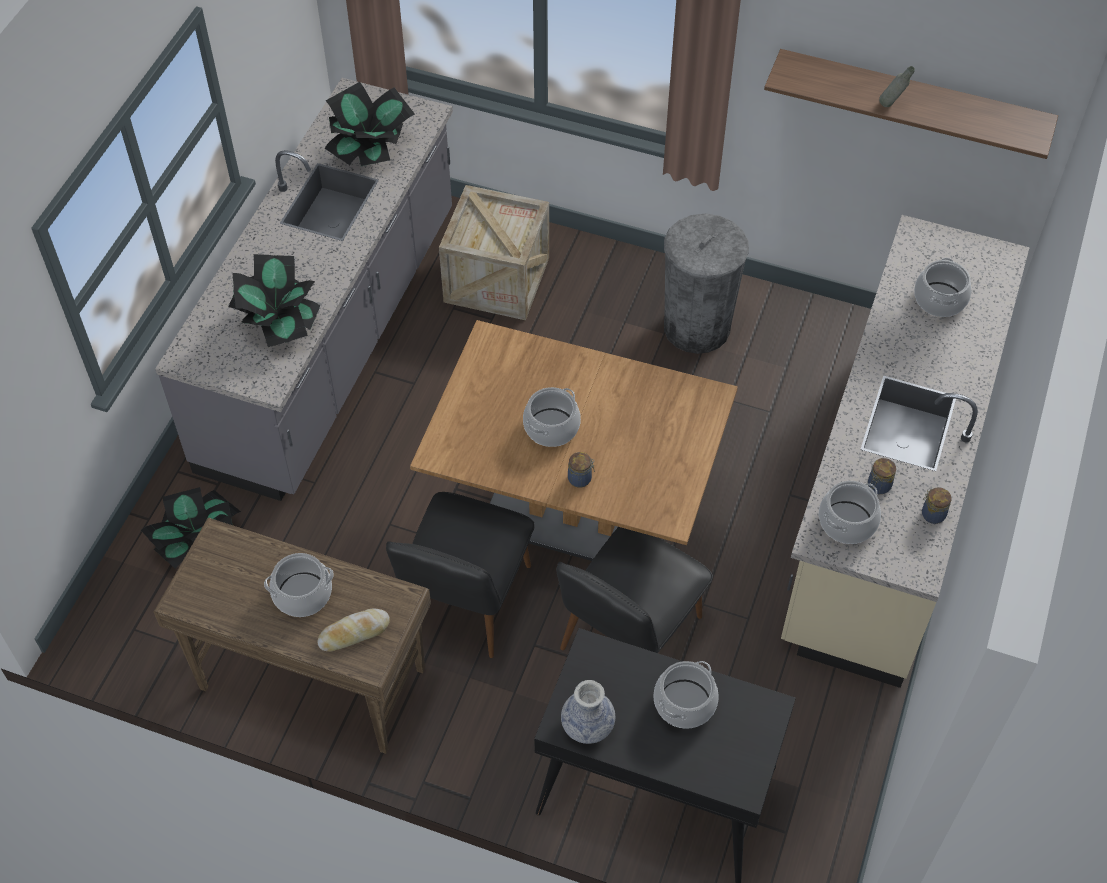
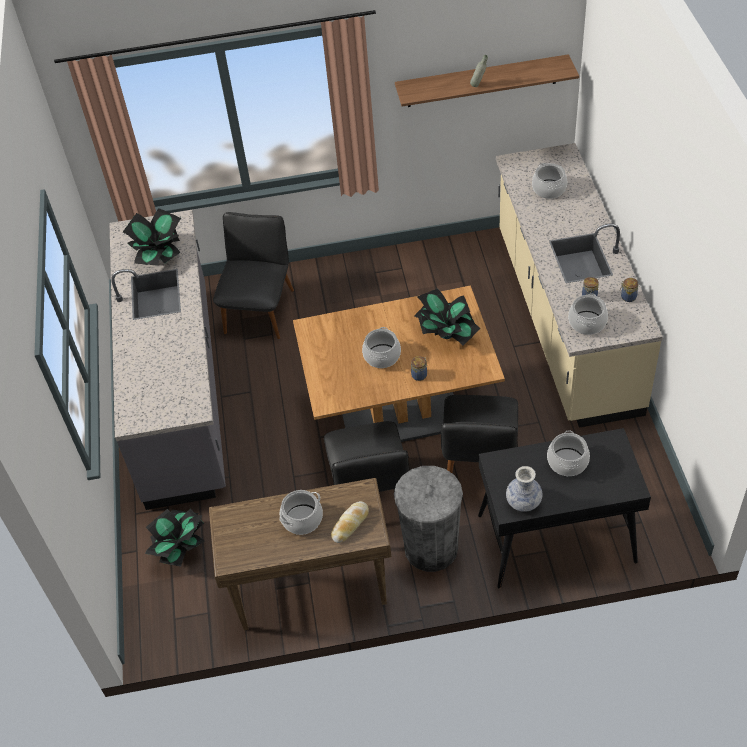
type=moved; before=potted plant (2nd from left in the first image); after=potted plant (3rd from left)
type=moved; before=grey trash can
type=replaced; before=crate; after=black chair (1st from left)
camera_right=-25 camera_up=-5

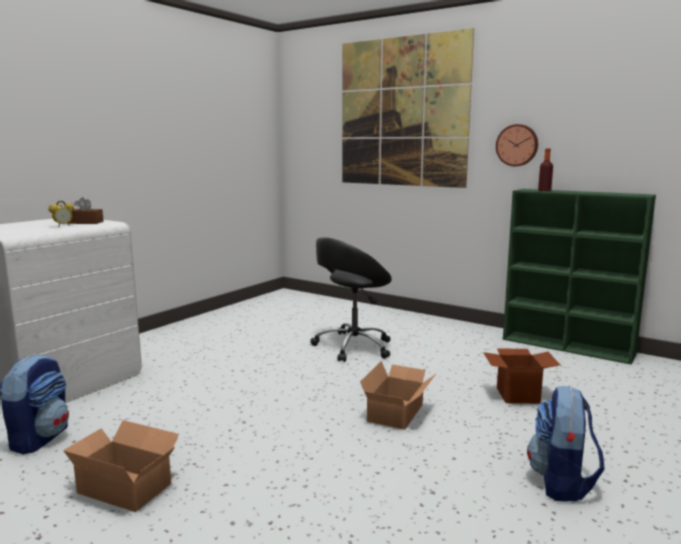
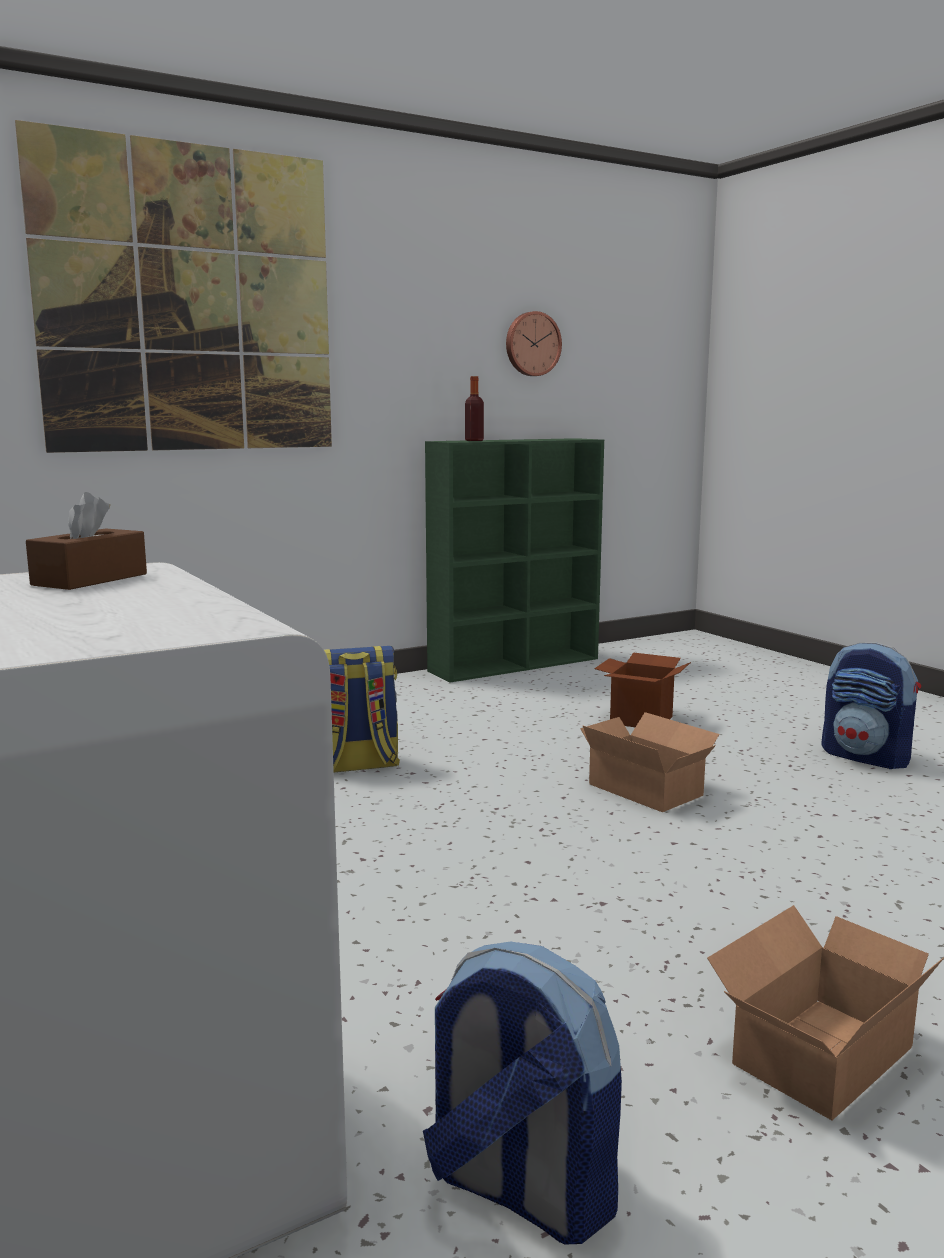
type=removed; before=alarm clock
type=moved; before=wall clock
type=replaced; before=black office chair; after=backpack (1st from left)
camera_right=-65 camera_up=0

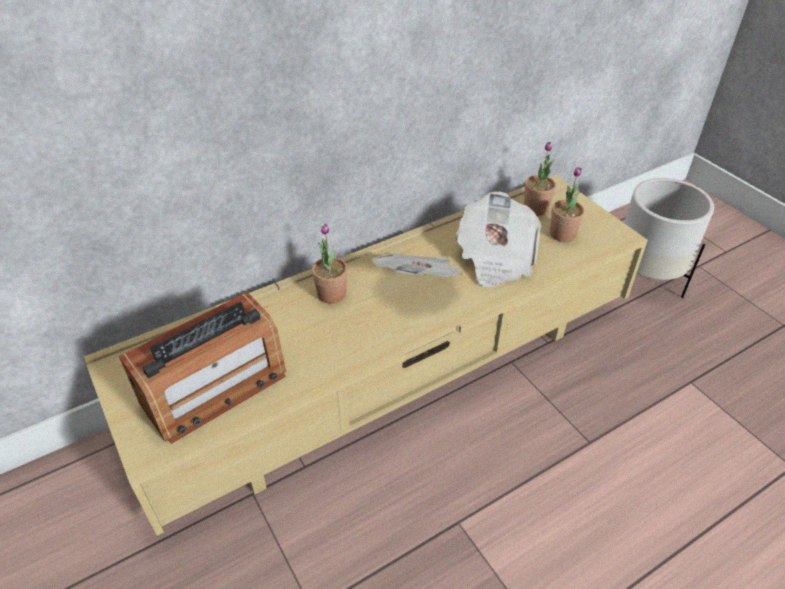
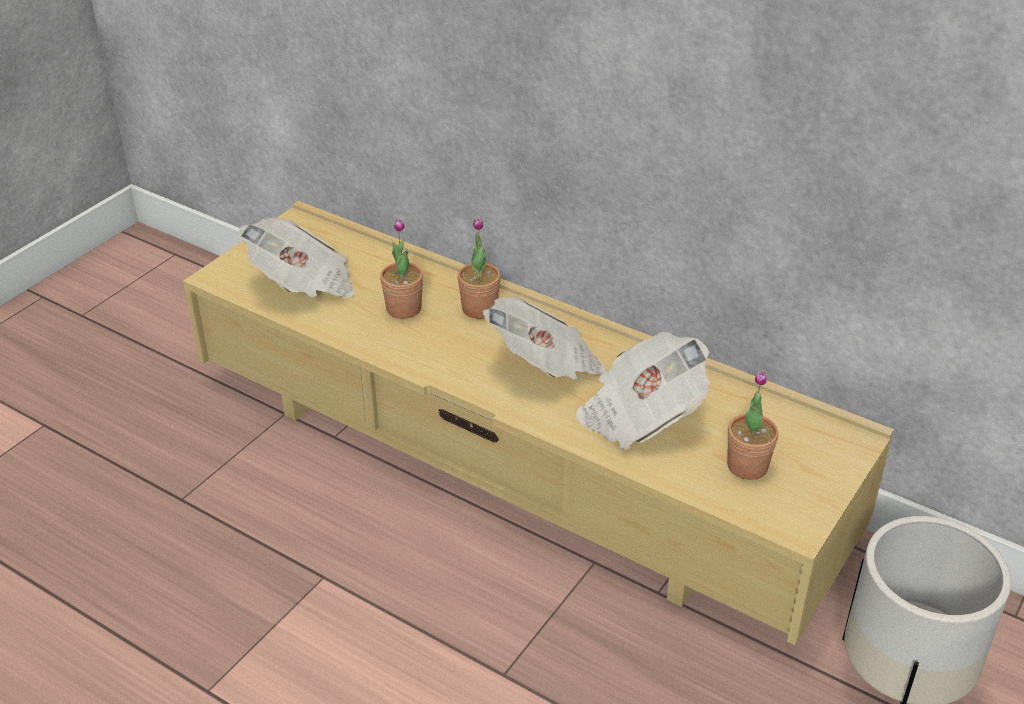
type=moved; before=potted plant (2nd from left in the first image); after=potted plant (1st from left)
type=replaced; before=radio; after=newspaper (1st from left)
camera_right=65 camera_up=-5

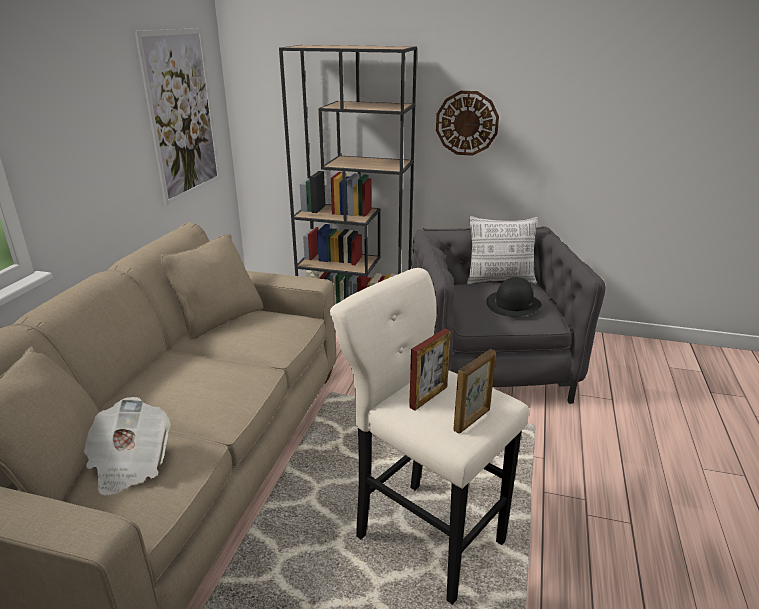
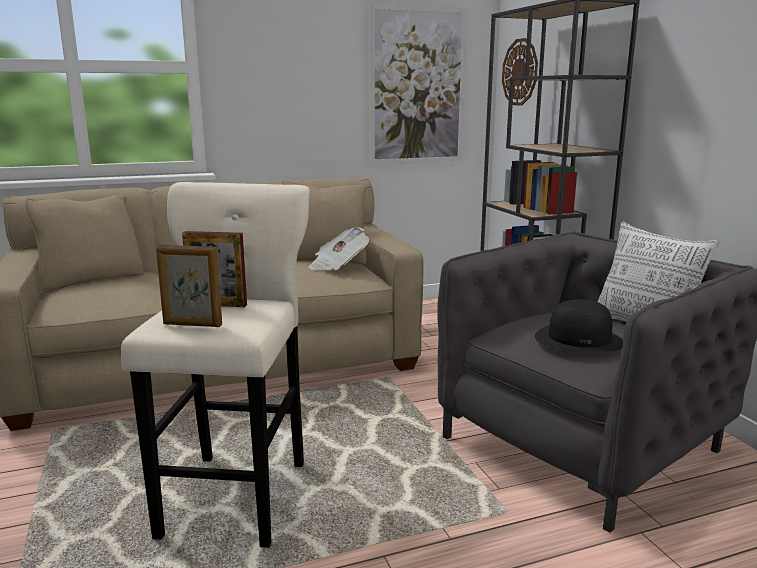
type=moved; before=newspaper
type=moved; before=wall clock
camera_right=55 camera_up=-10

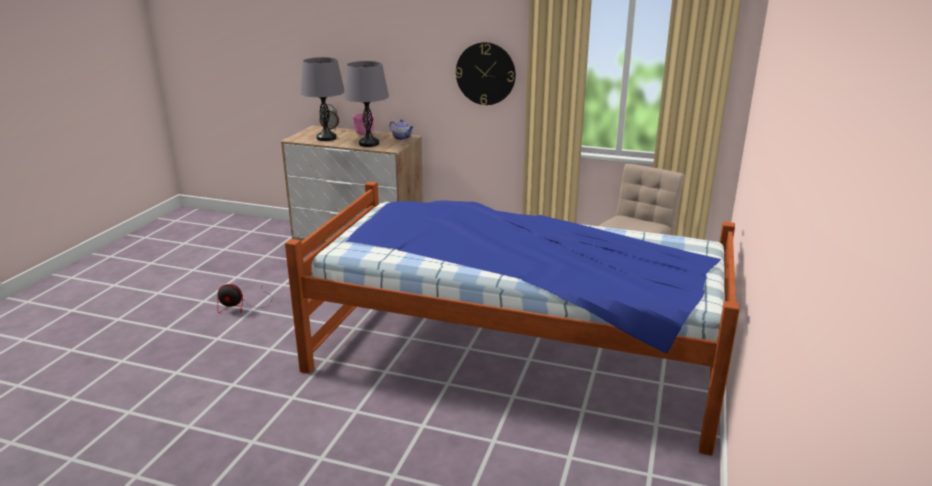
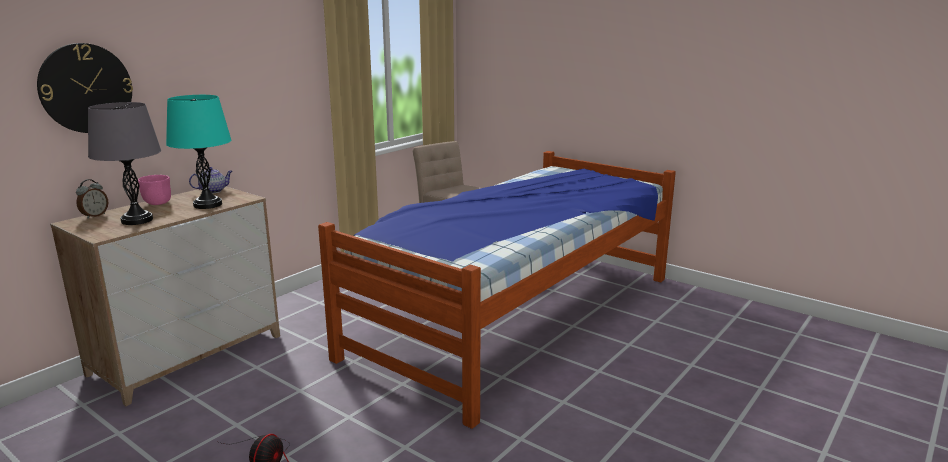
type=moved; before=wall clock
type=recoloured; before=grey table lamp (2nd from left); after=turquoise table lamp
camera_right=-70 camera_up=-5

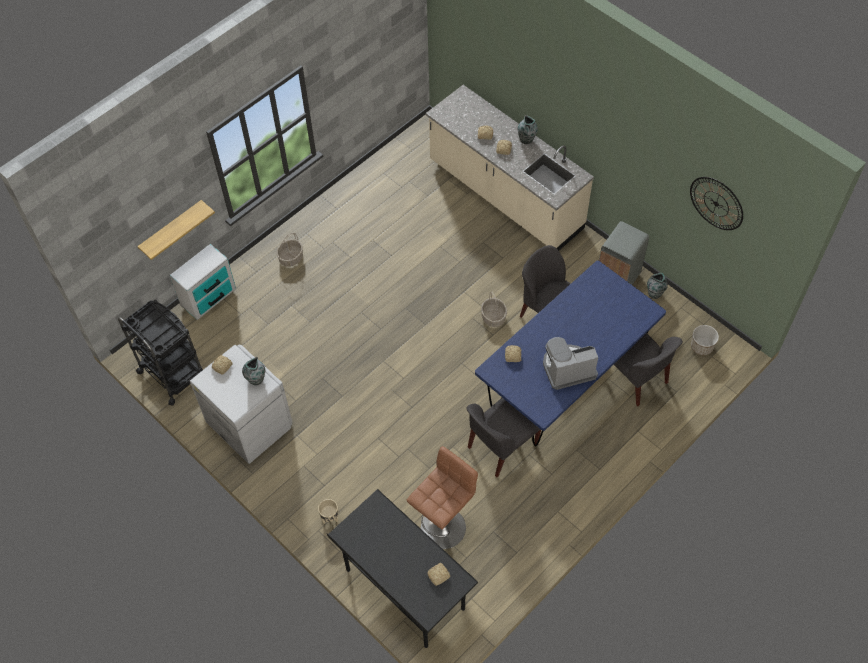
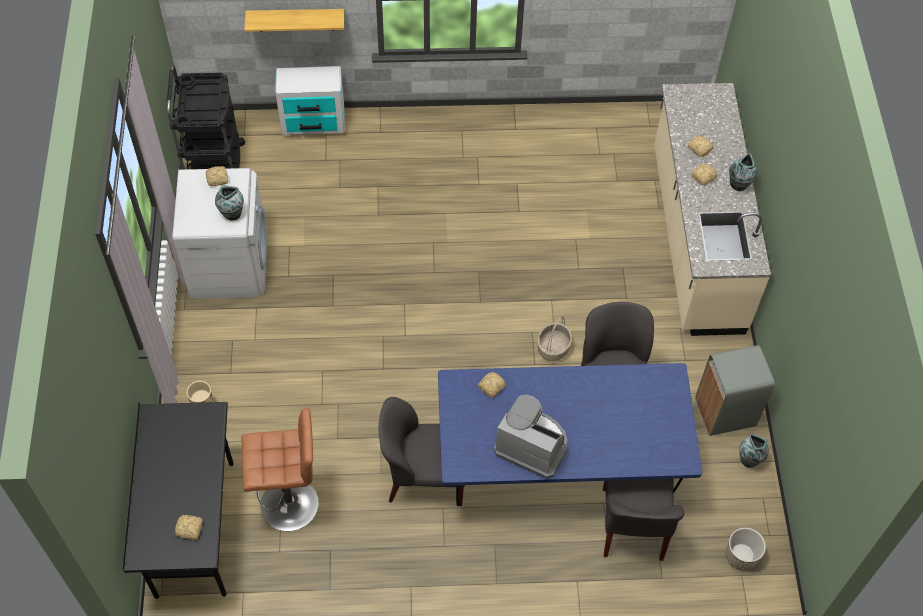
type=removed; before=basket (1st from left)
type=removed; before=wall clock
camera_right=40 camera_up=0

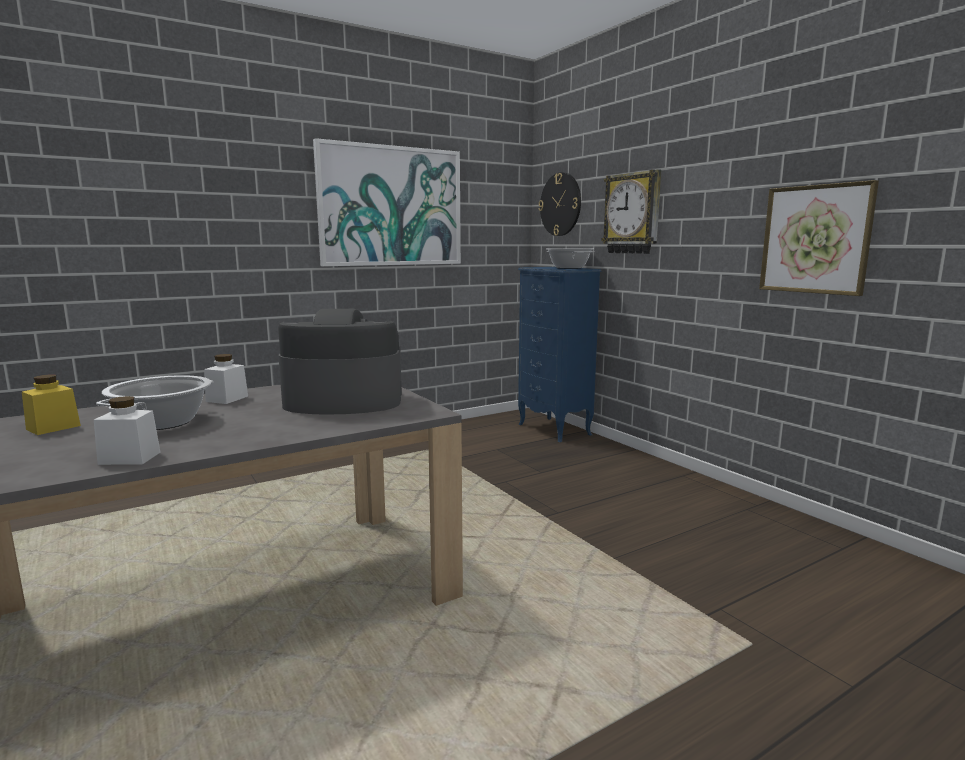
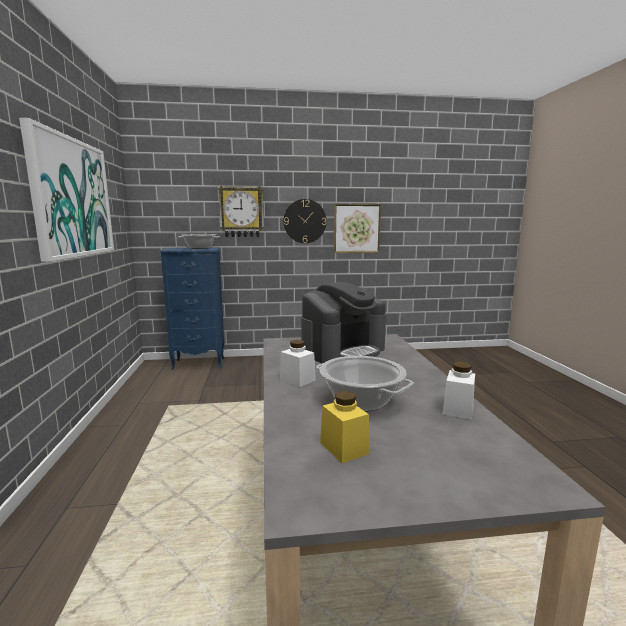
type=moved; before=wall clock (1st from left in the first image); after=wall clock (2nd from left)
type=turned; before=coffee machine; turn=-150
camera_right=-65 camera_up=0

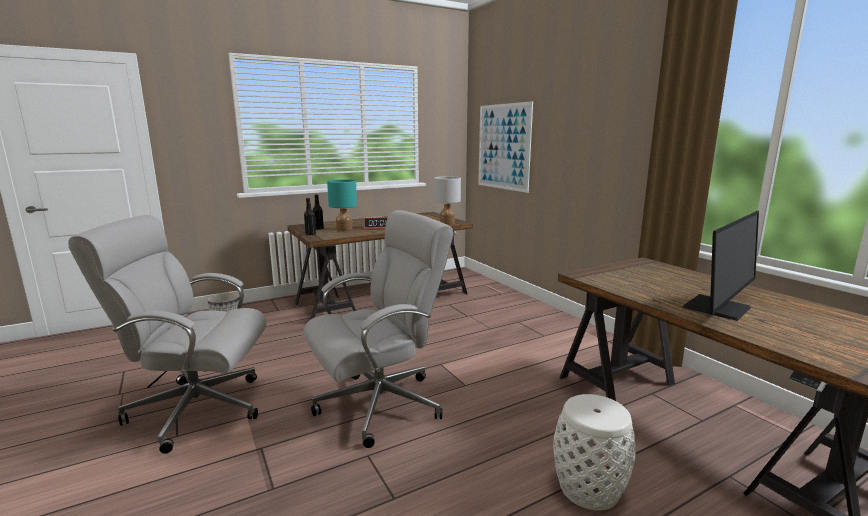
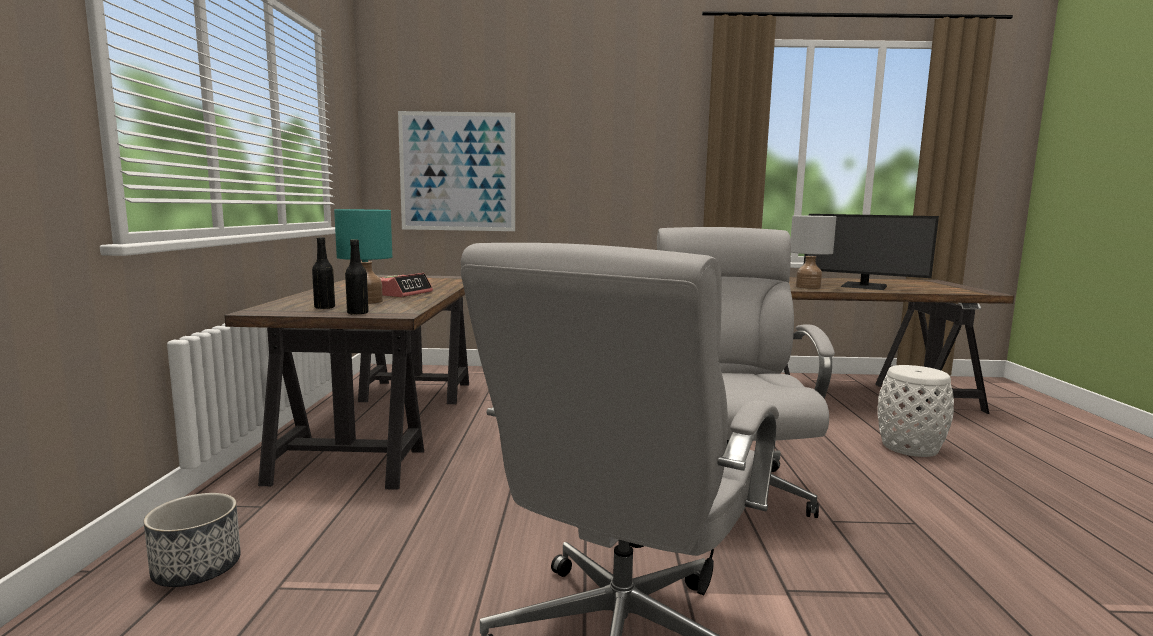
type=moved; before=grey table lamp
type=turned; before=monitor; turn=135
camera_right=-60 camera_up=-5

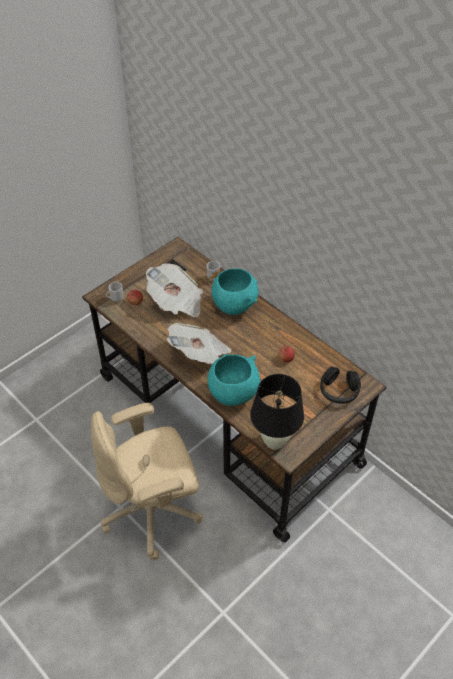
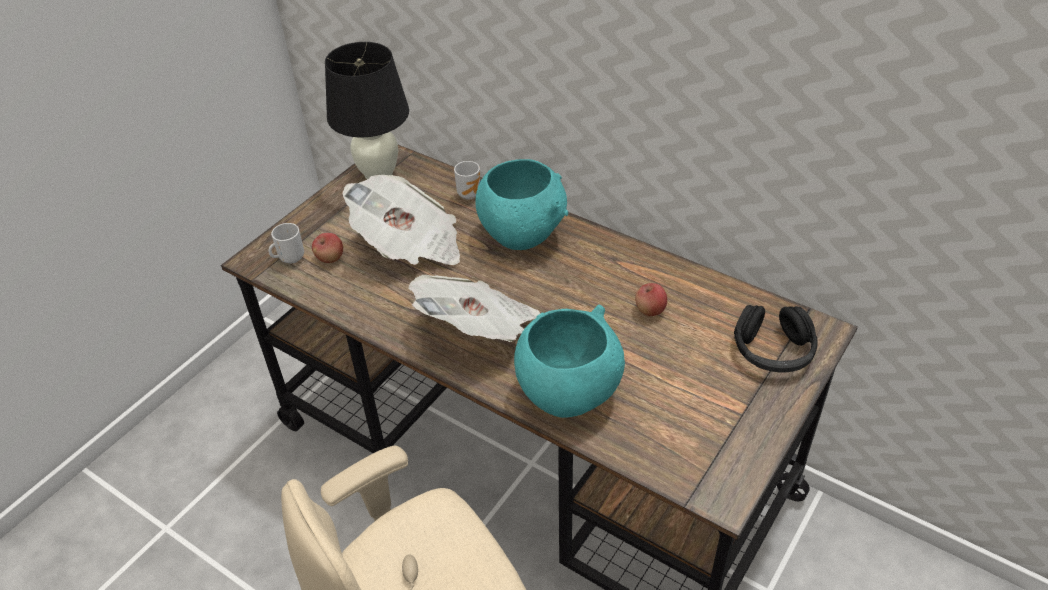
type=moved; before=black table lamp
camera_right=-10 camera_up=-5

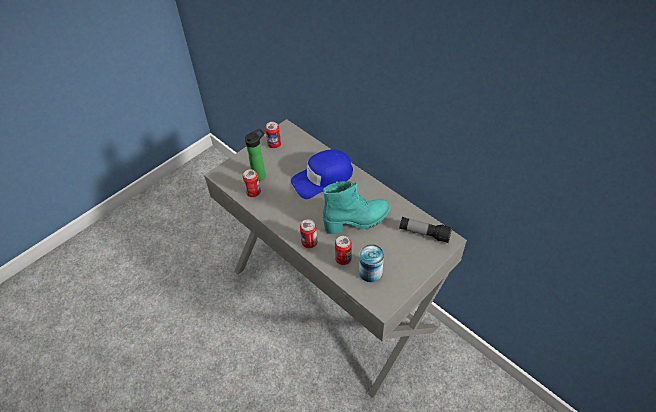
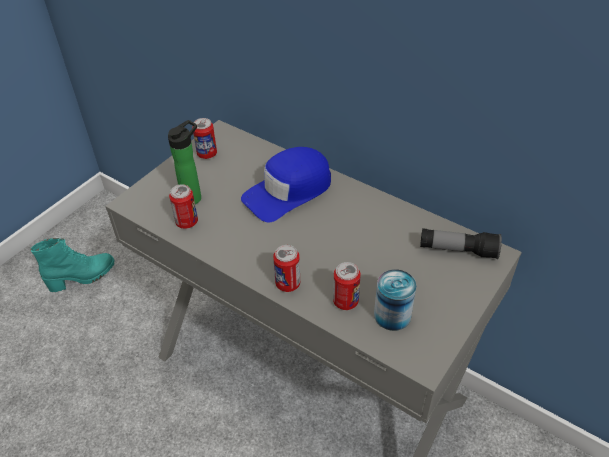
type=moved; before=turquoise boot
camera_right=-10 camera_up=-5

